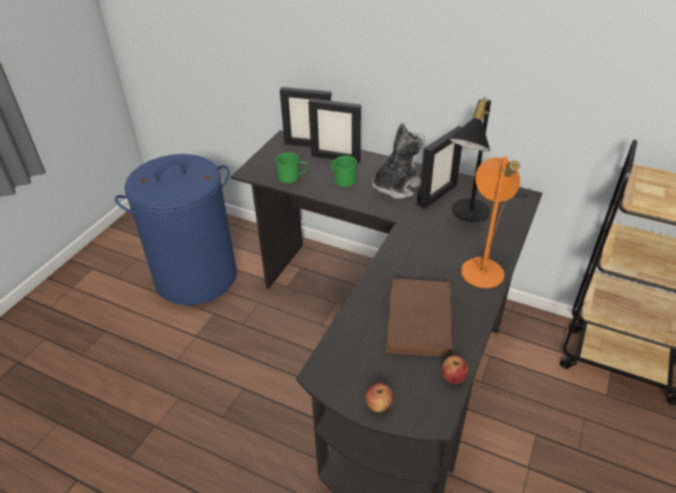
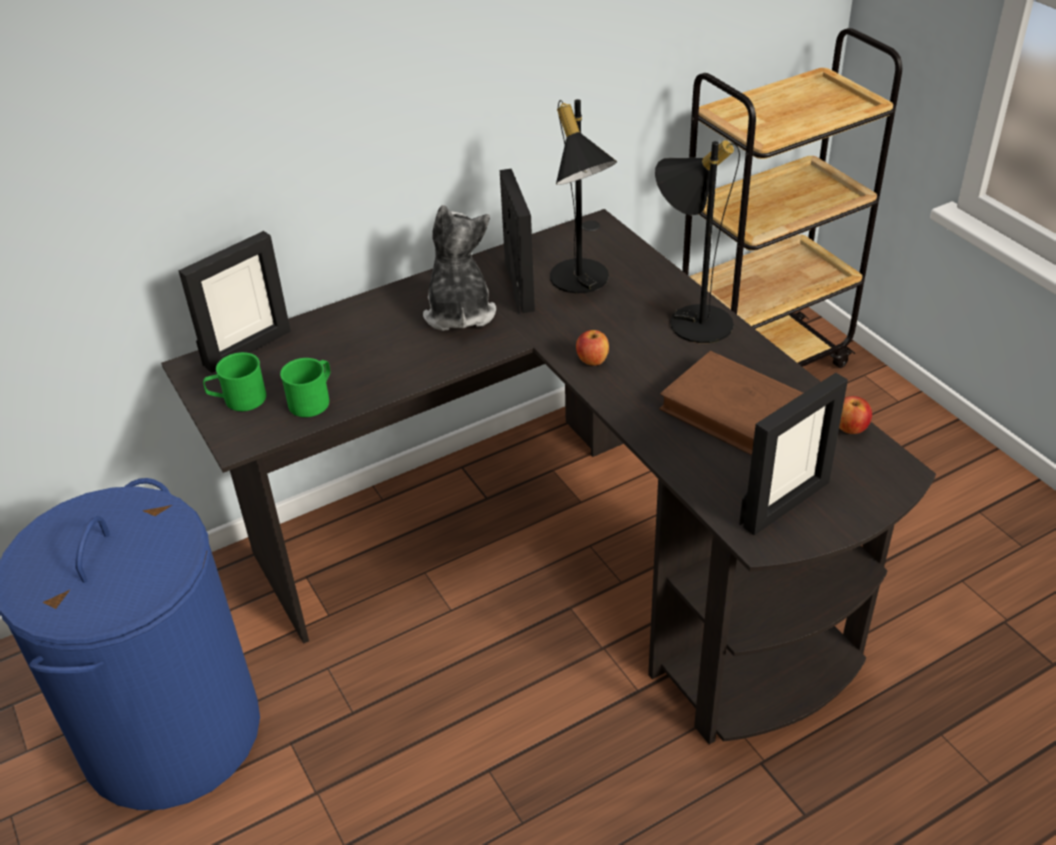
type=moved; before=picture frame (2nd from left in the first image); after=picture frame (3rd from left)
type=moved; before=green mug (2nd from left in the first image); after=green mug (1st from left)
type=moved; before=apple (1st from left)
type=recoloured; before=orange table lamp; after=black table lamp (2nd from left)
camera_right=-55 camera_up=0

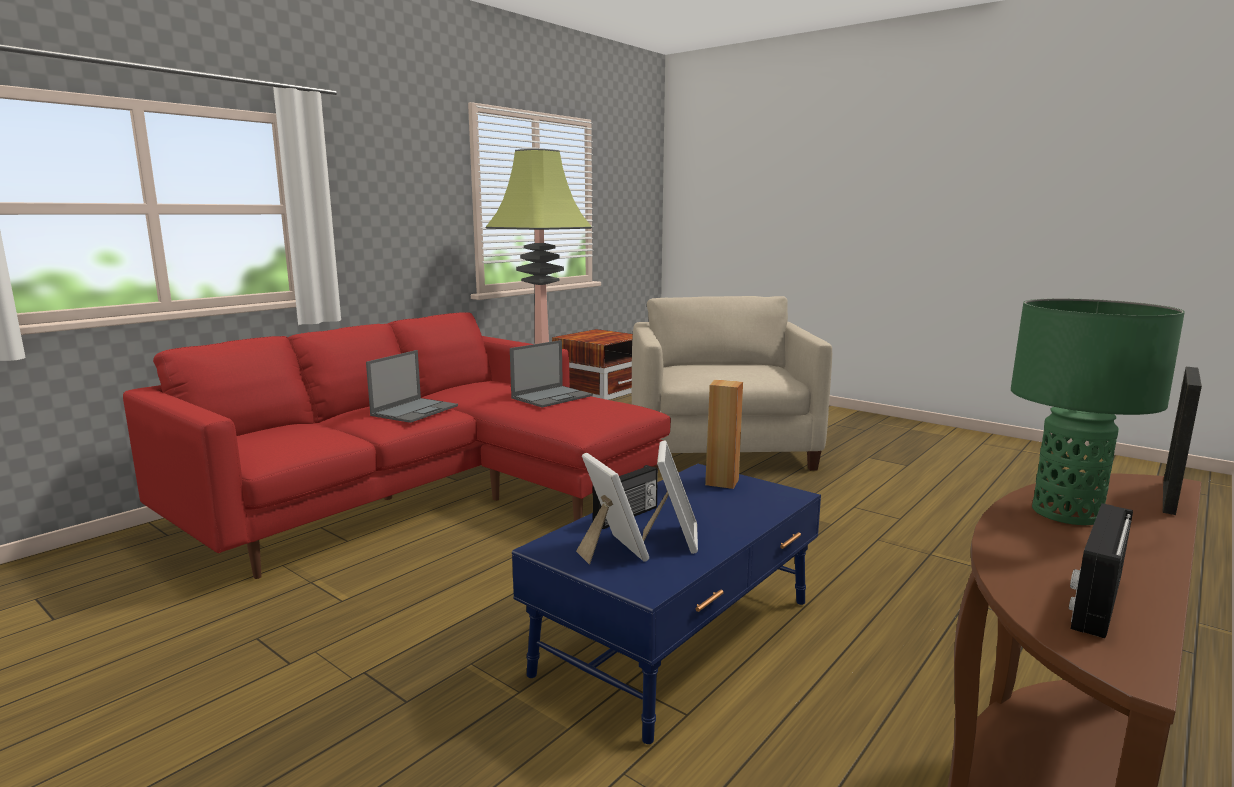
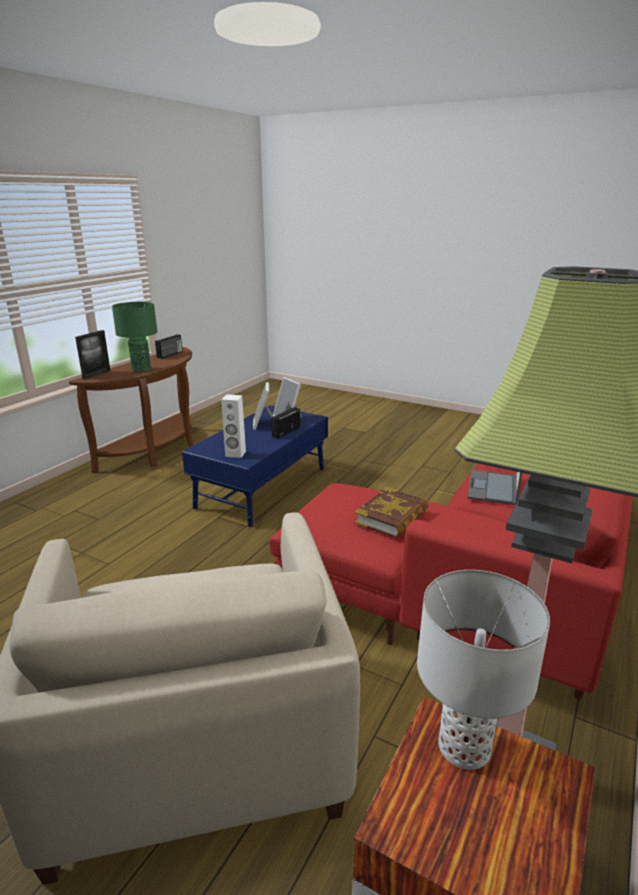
type=added; after=white table lamp
type=replaced; before=laptop (2nd from left); after=book
type=recoloured; before=brown speaker; after=white speaker
camera_right=170 camera_up=10

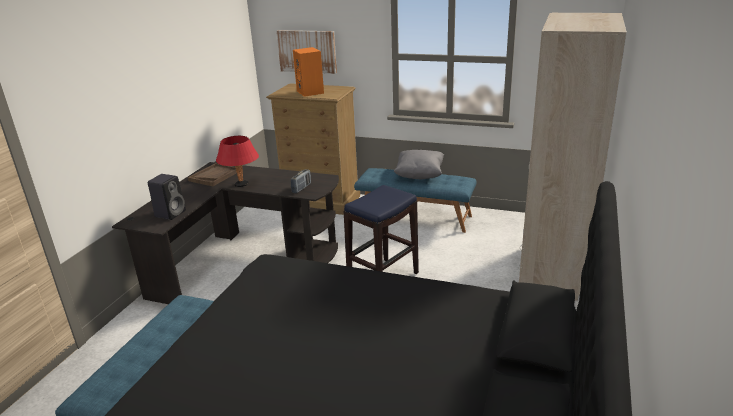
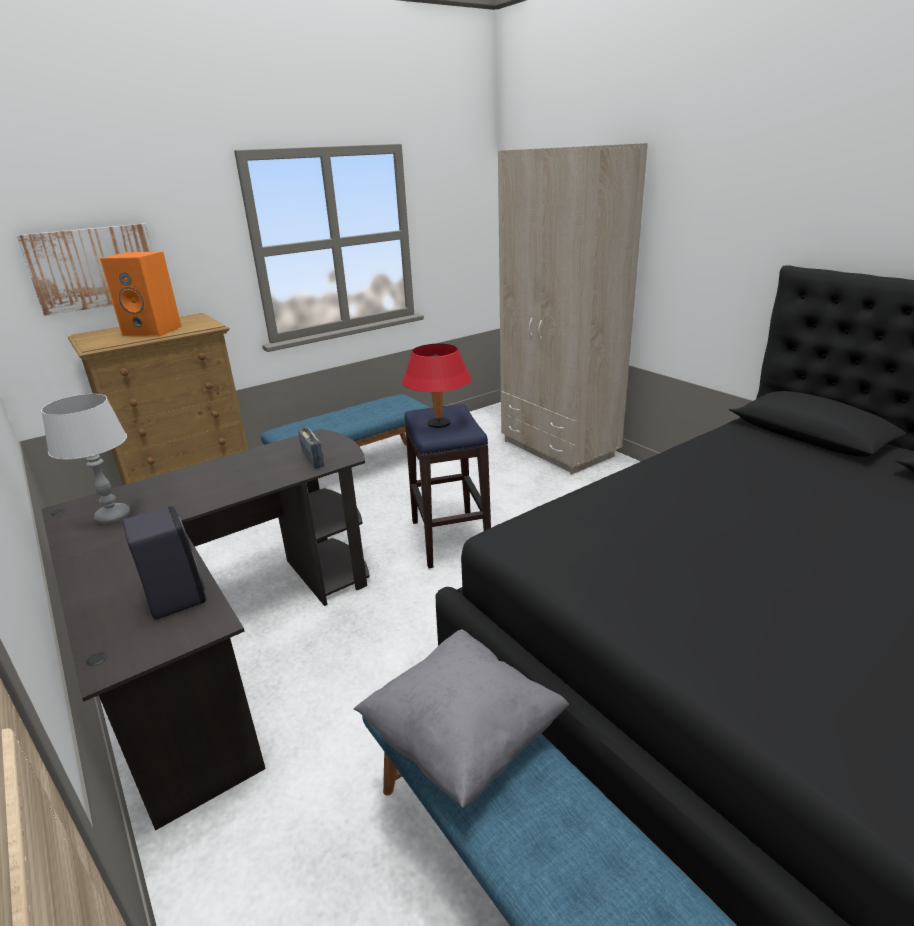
type=moved; before=red table lamp
type=moved; before=grey pillow
type=replaced; before=brown tray; after=grey table lamp
camera_right=-55 camera_up=0

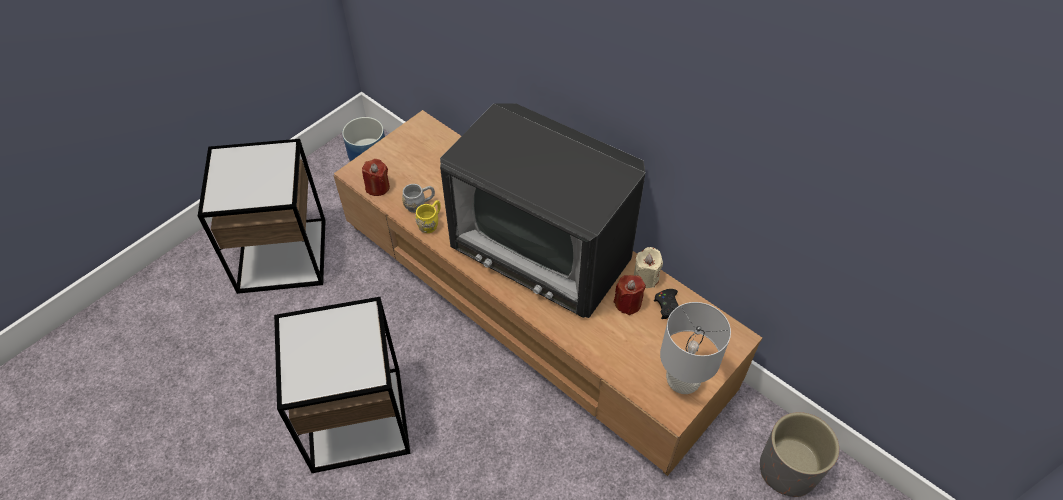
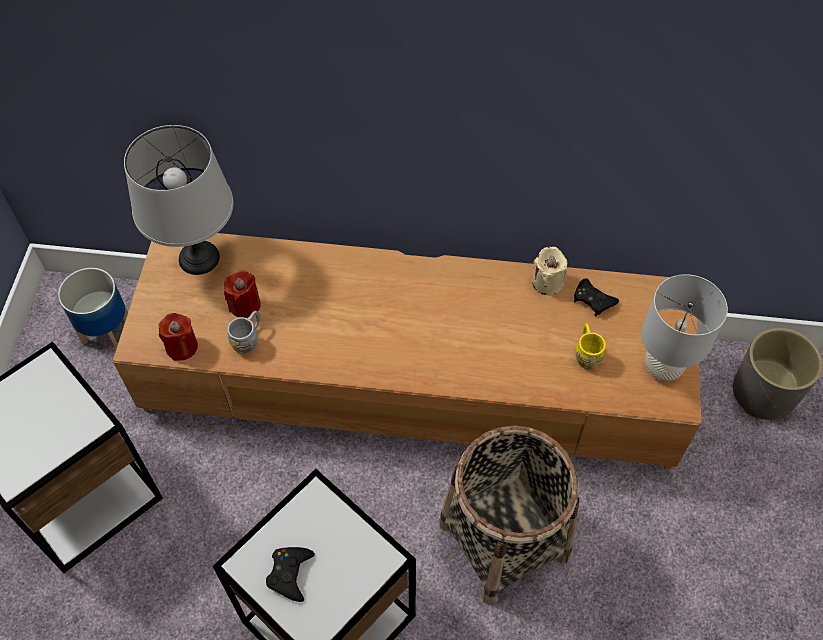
type=removed; before=television
type=added; after=grey table lamp (1st from left)
type=added; after=black game controller (1st from left)
type=added; after=basket
type=moved; before=yellow mug
type=moved; before=red candle (2nd from left)
camera_right=-35 camera_up=5

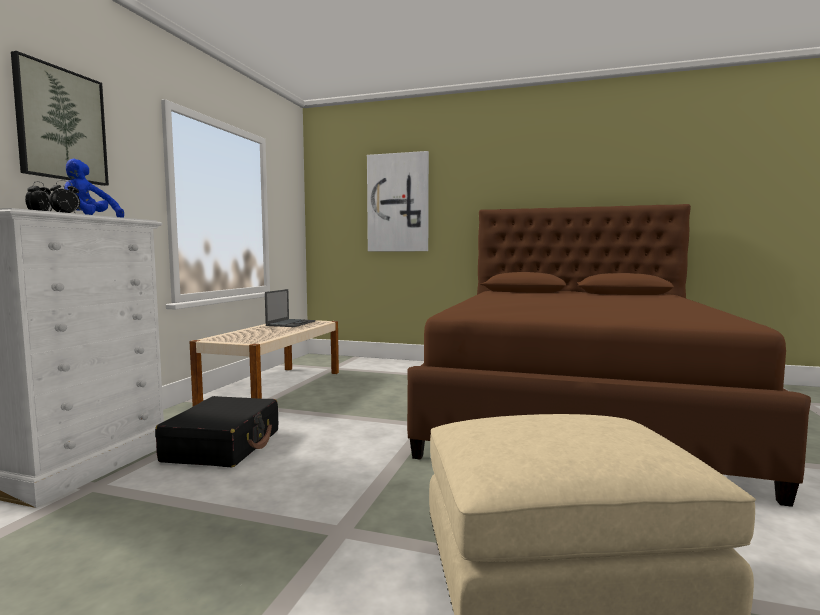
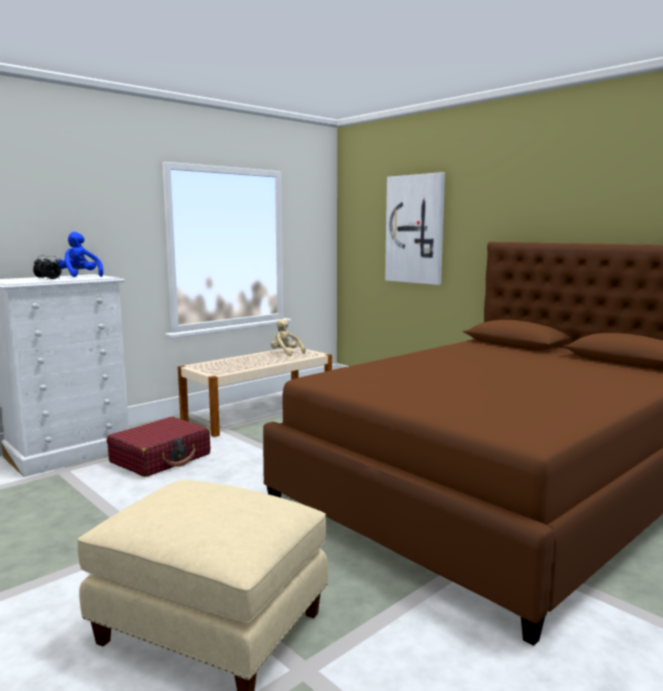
type=removed; before=picture (1st from left)
type=replaced; before=laptop; after=beige plush toy
type=recoloured; before=black suitcase; after=red suitcase
camera_right=30 camera_up=5

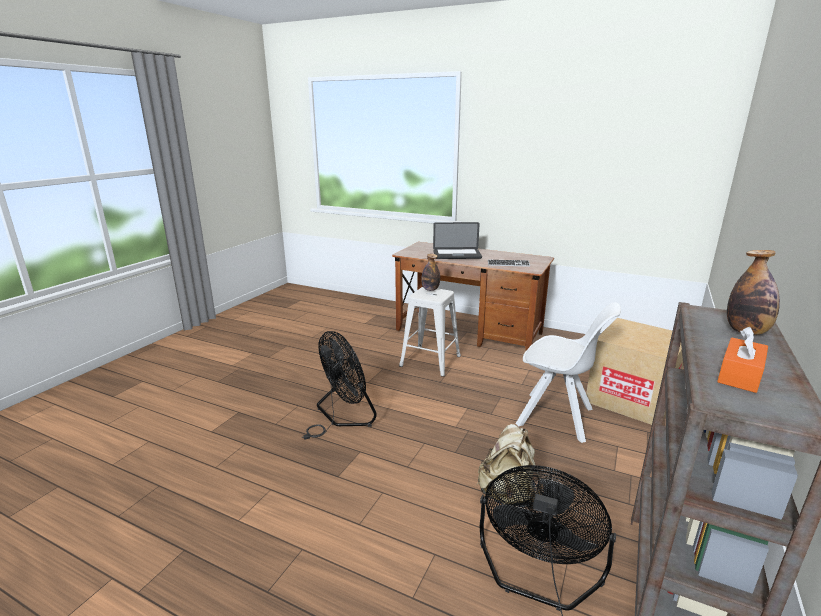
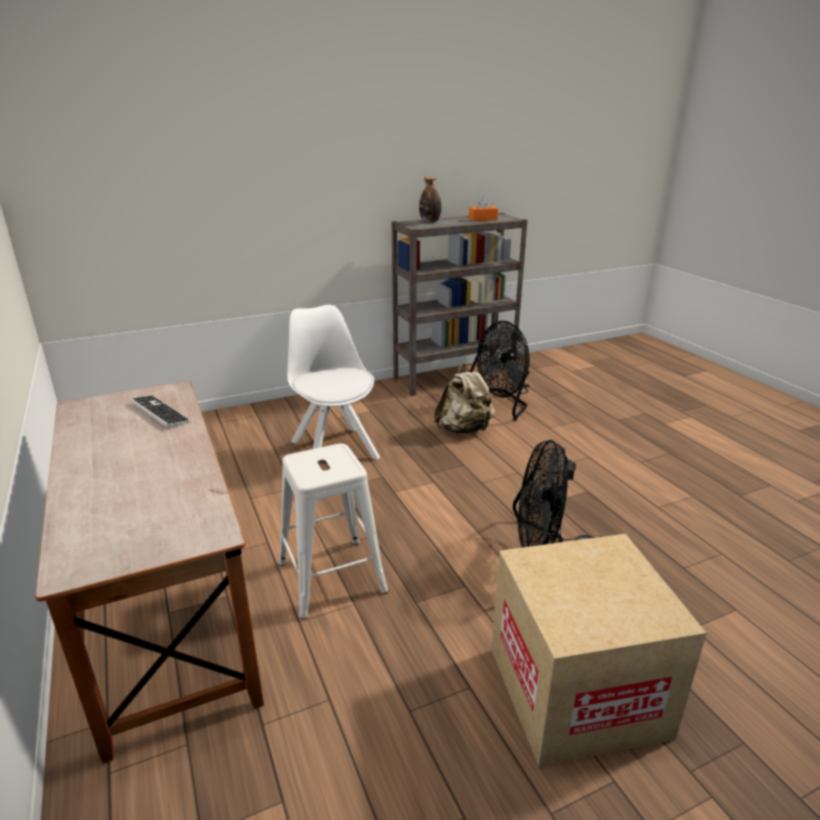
type=removed; before=bottle (1st from left)
type=removed; before=laptop
type=moved; before=cardboard box
camera_right=-140 camera_up=5

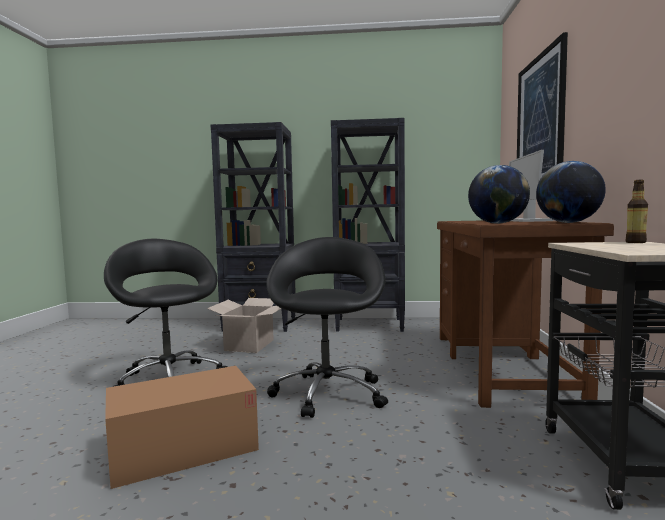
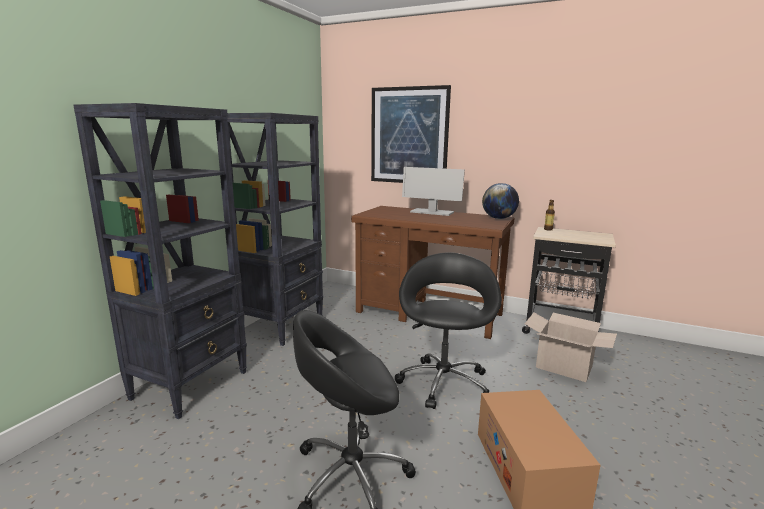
type=removed; before=globe (1st from left)
type=moved; before=cardboard box (2nd from left)
type=turned; before=black office chair (2nd from left); turn=75
camera_right=-70 camera_up=10

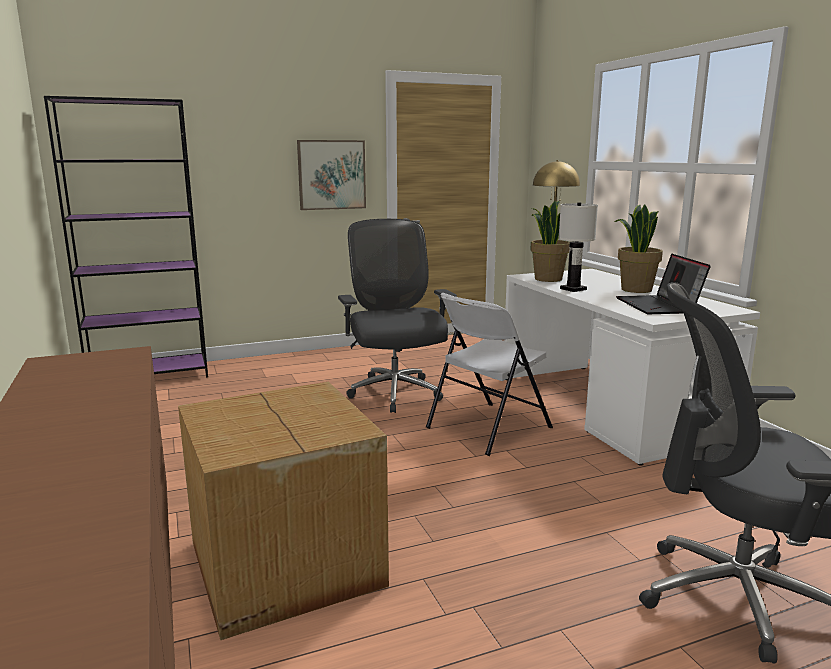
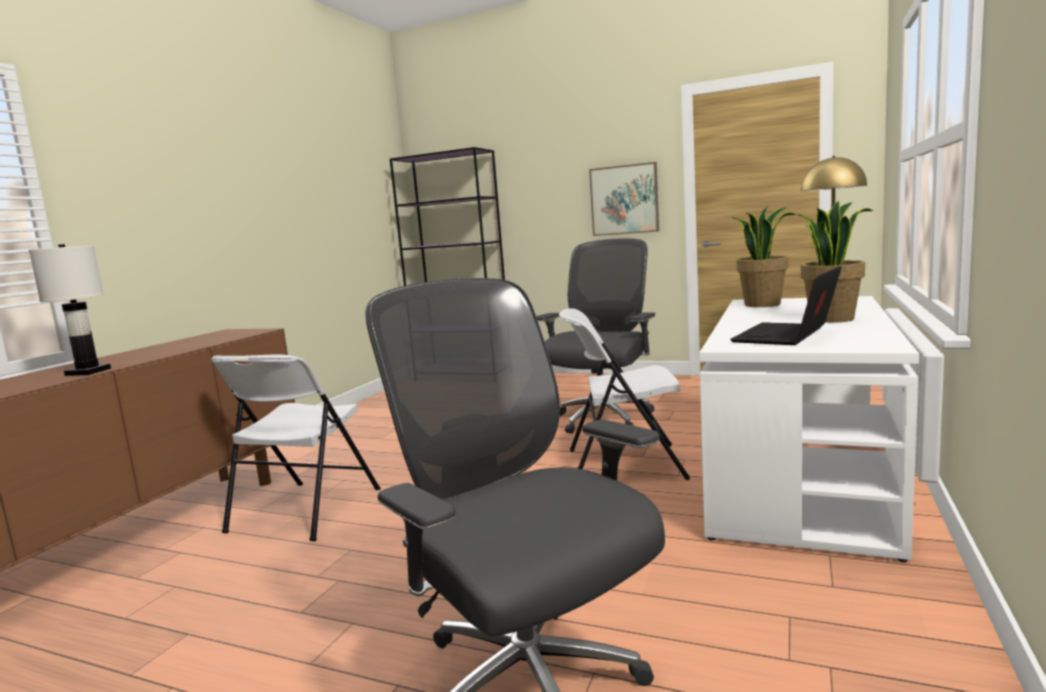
type=moved; before=white table lamp
type=replaced; before=cardboard box; after=white chair (1st from left)
camera_right=45 camera_up=-5

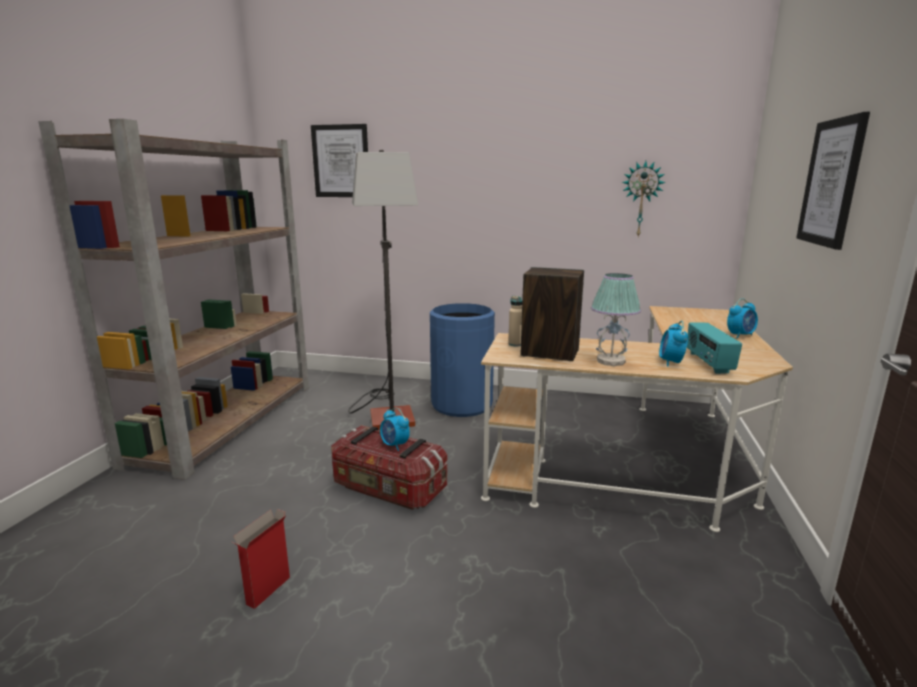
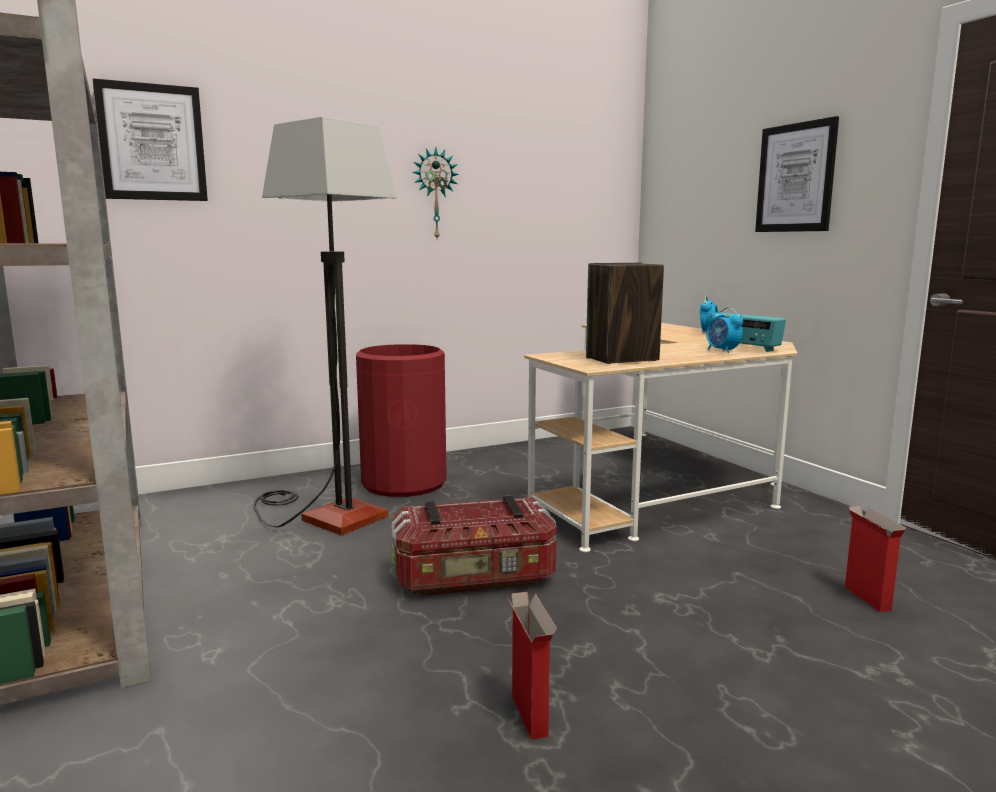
type=removed; before=alarm clock (1st from left)
type=removed; before=beige bottle
type=removed; before=table lamp
type=added; after=cardboard box (2nd from left)
type=moved; before=wall clock
type=recoloured; before=blue trash can; after=red trash can
camera_right=-40 camera_up=-5

